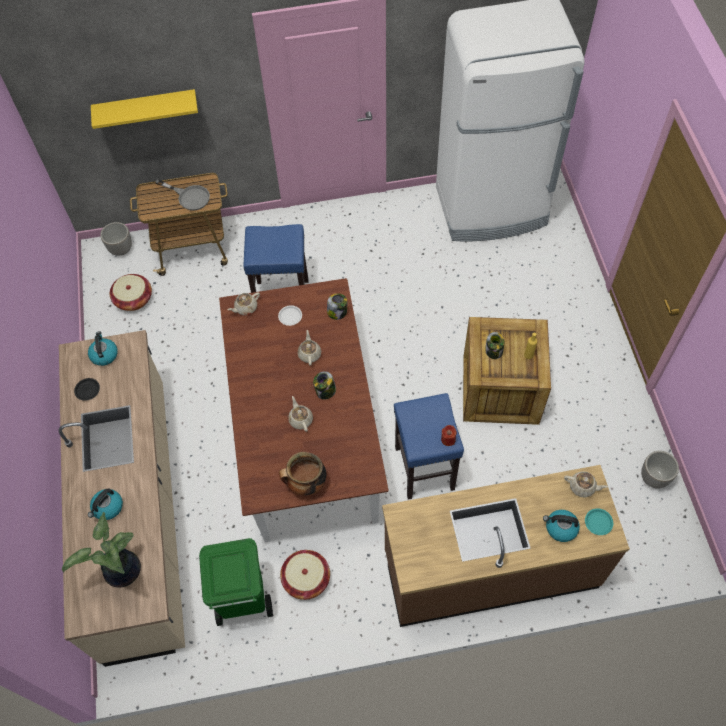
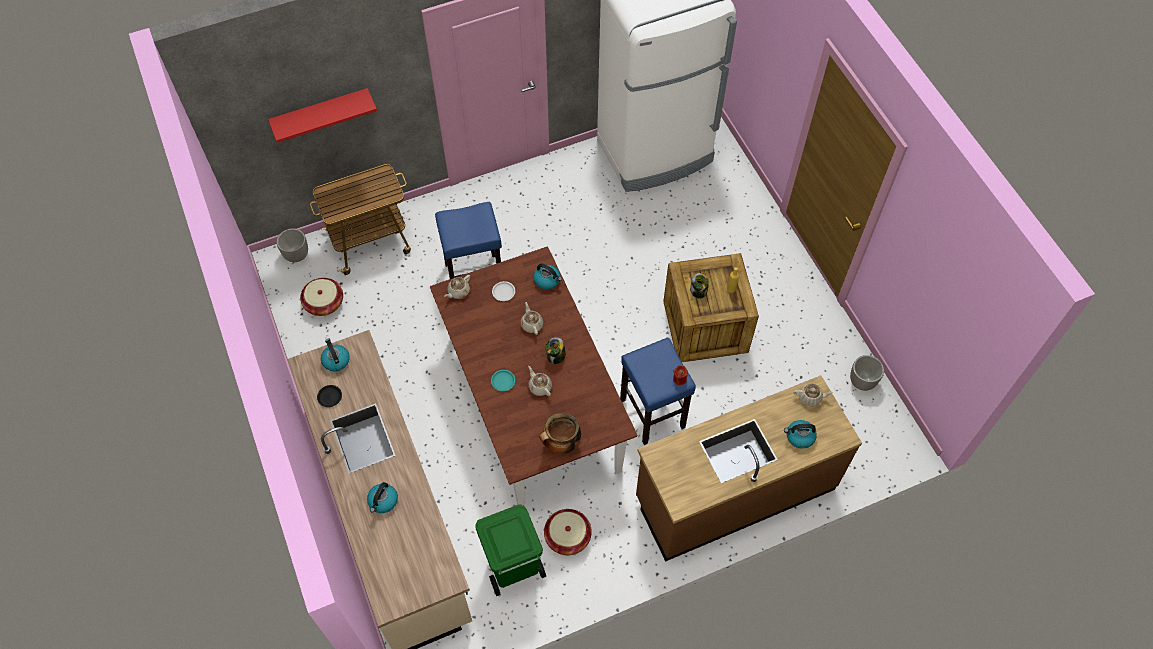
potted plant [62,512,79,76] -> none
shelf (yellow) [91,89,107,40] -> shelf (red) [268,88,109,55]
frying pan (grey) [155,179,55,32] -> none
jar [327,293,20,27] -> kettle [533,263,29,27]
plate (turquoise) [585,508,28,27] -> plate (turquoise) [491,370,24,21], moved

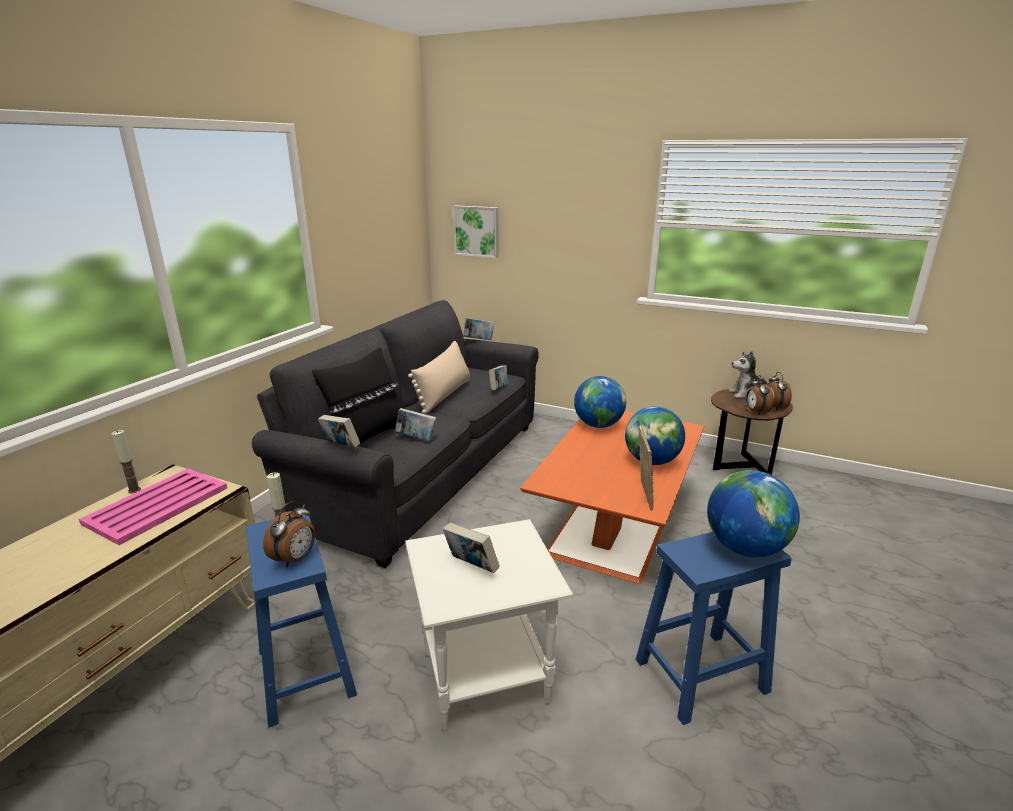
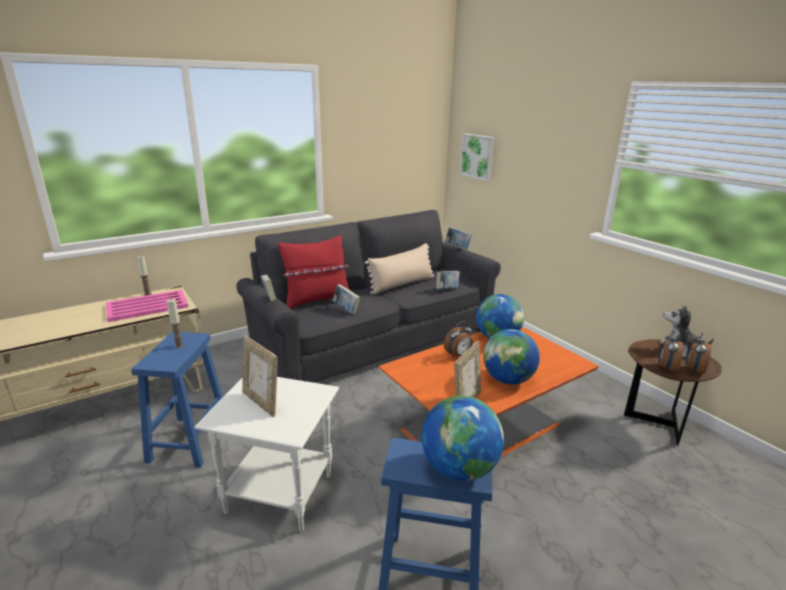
alarm clock [263,501,52,66] -> alarm clock [444,321,29,37], moved
pillow (black) [312,347,90,99] -> pillow (red) [278,236,72,73]
book [443,522,57,51] -> picture frame [242,335,36,82]

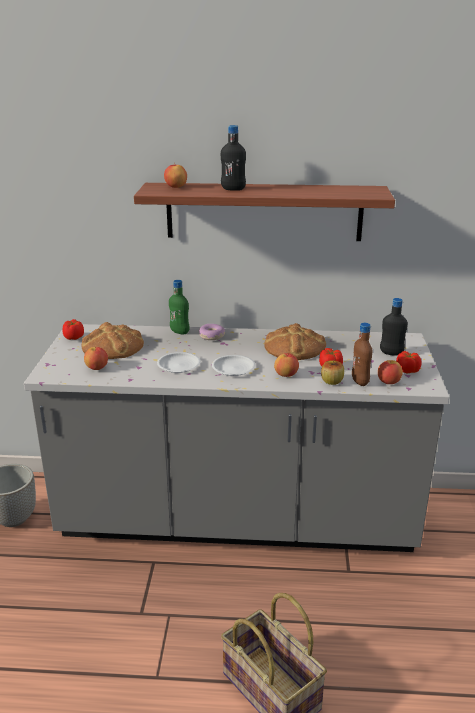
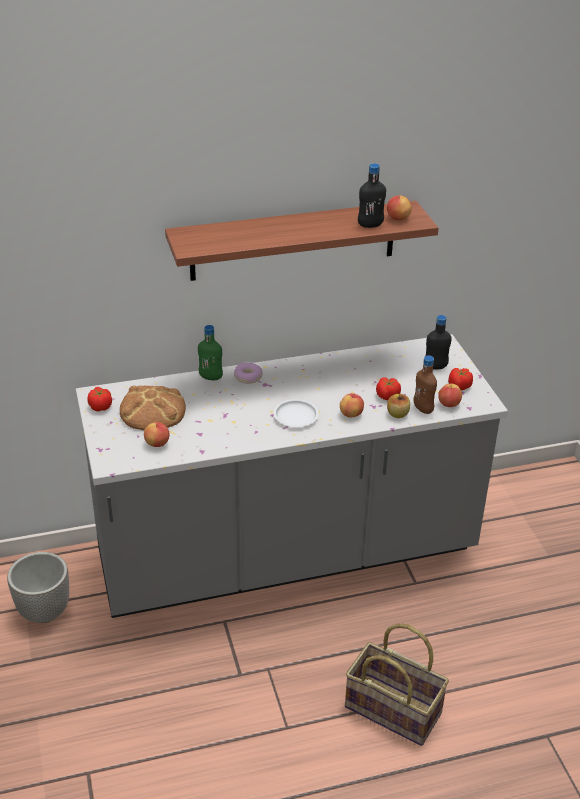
plate (white) [157,352,44,21] -> none
apple [164,162,23,26] -> apple [387,195,25,25], moved
bottle (black) [221,125,25,66] -> bottle (black) [358,163,28,65], moved
bread [264,323,62,37] -> none

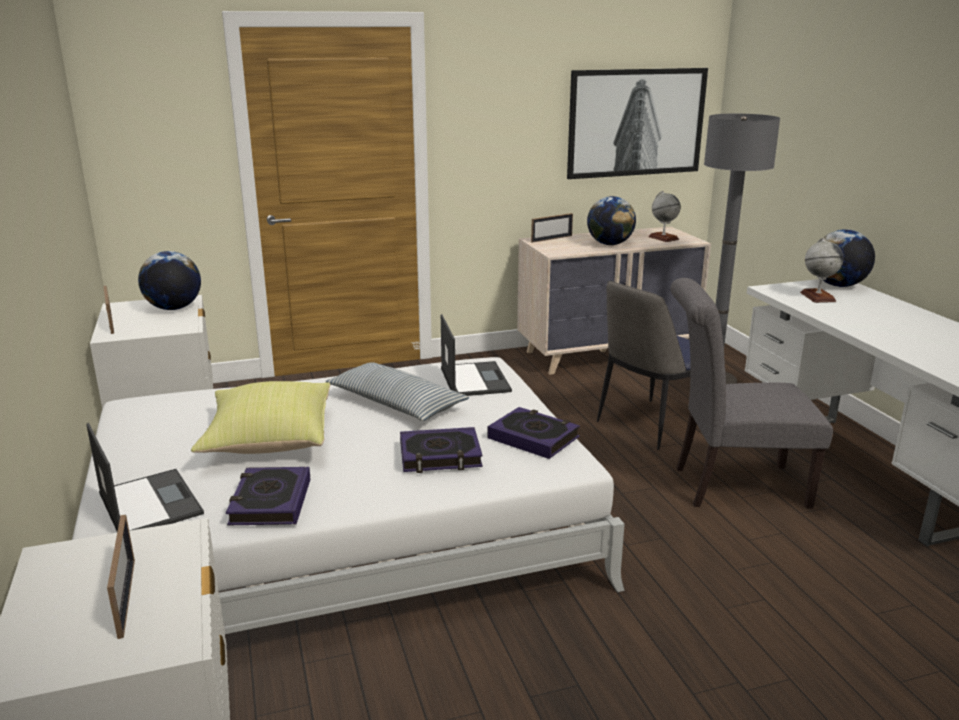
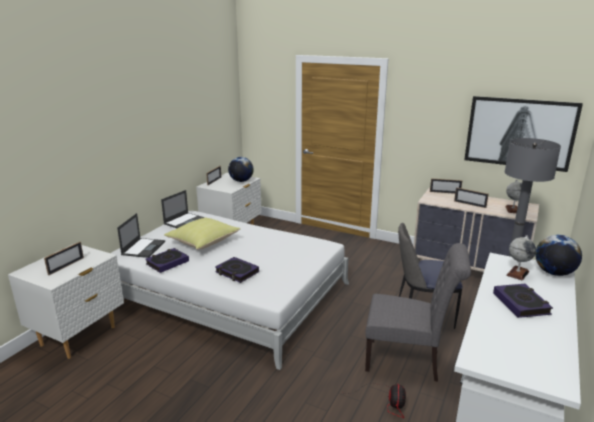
pillow [325,362,144,59] -> none
laptop [441,314,71,82] -> laptop [161,190,44,38], moved
book [488,407,92,52] -> book [493,284,60,34], moved
globe [587,196,49,49] -> picture frame [454,187,35,21]
chair (grey) [670,278,163,231] -> chair (grey) [365,243,106,139], 150 degrees clockwise
none -> fan [347,383,59,35]

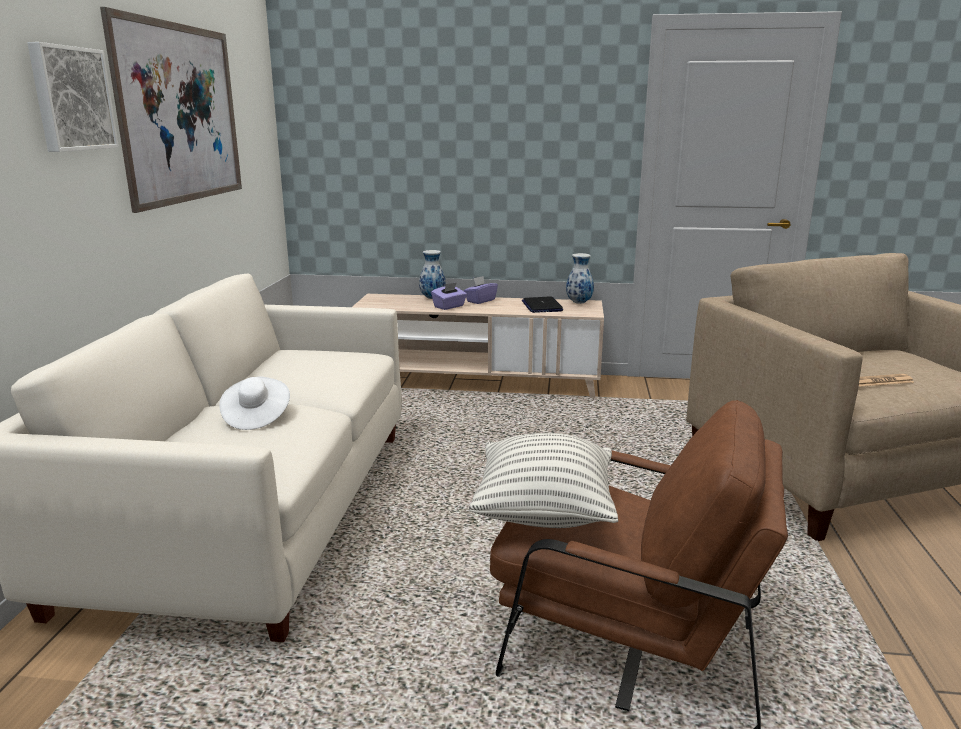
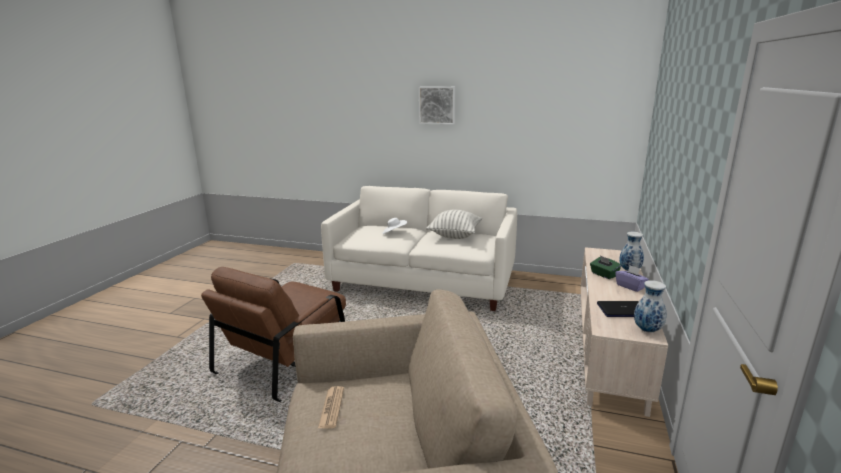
picture [100,7,142,206] -> none
tissue box (purple) [431,282,36,28] -> tissue box (green) [590,256,31,23]
pillow [469,433,149,95] -> pillow [426,210,56,29], moved

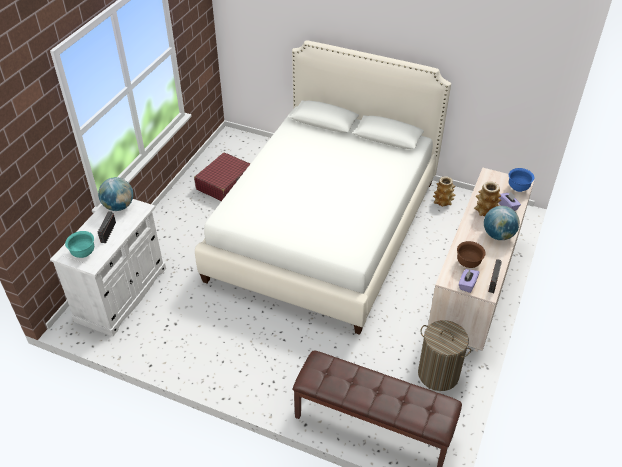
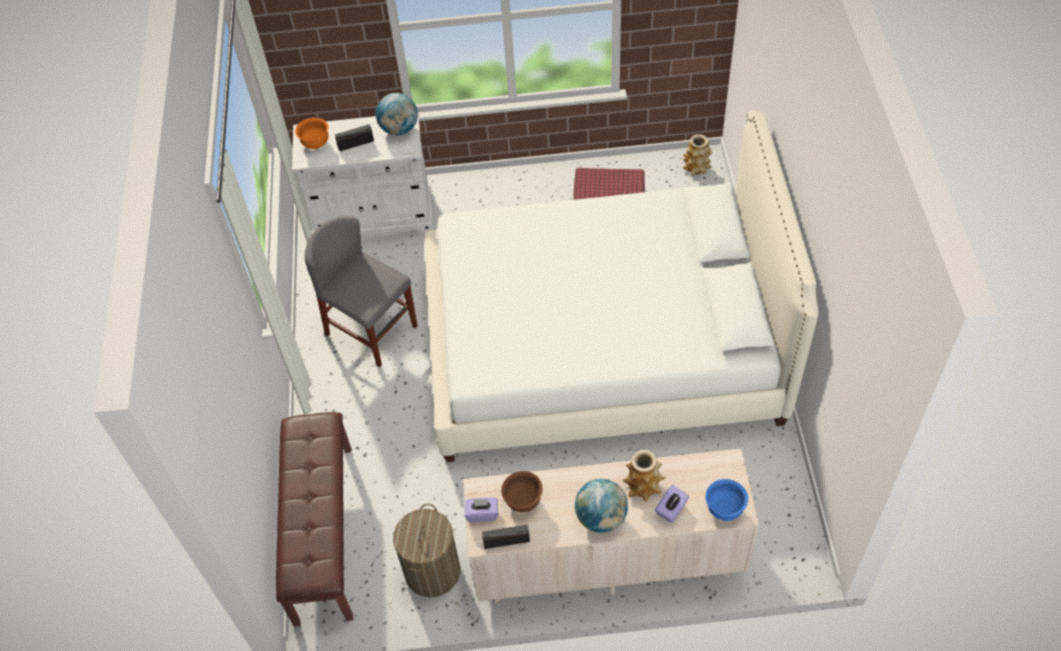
bowl (turquoise) [65,231,29,27] -> bowl (orange) [295,117,34,32]
vase [433,176,23,31] -> vase [683,134,29,41], moved
none -> chair (grey) [305,216,113,151]

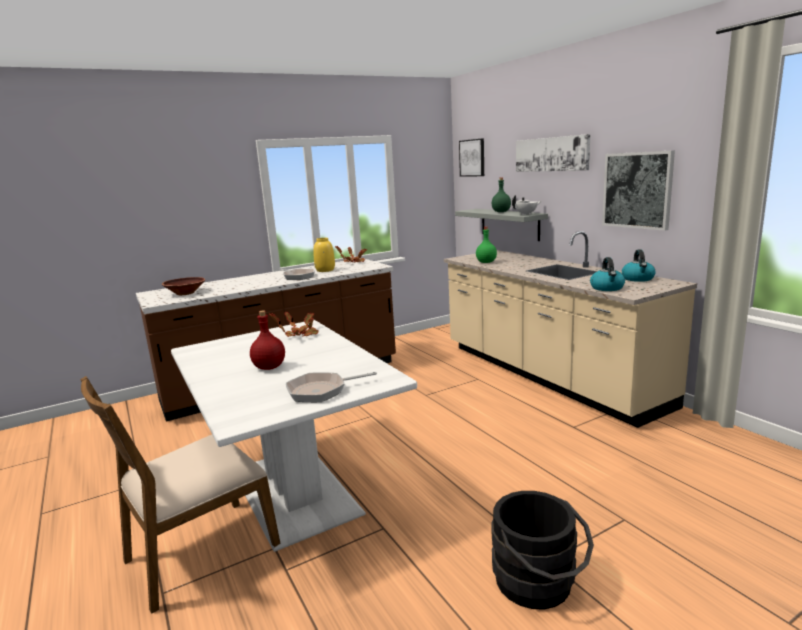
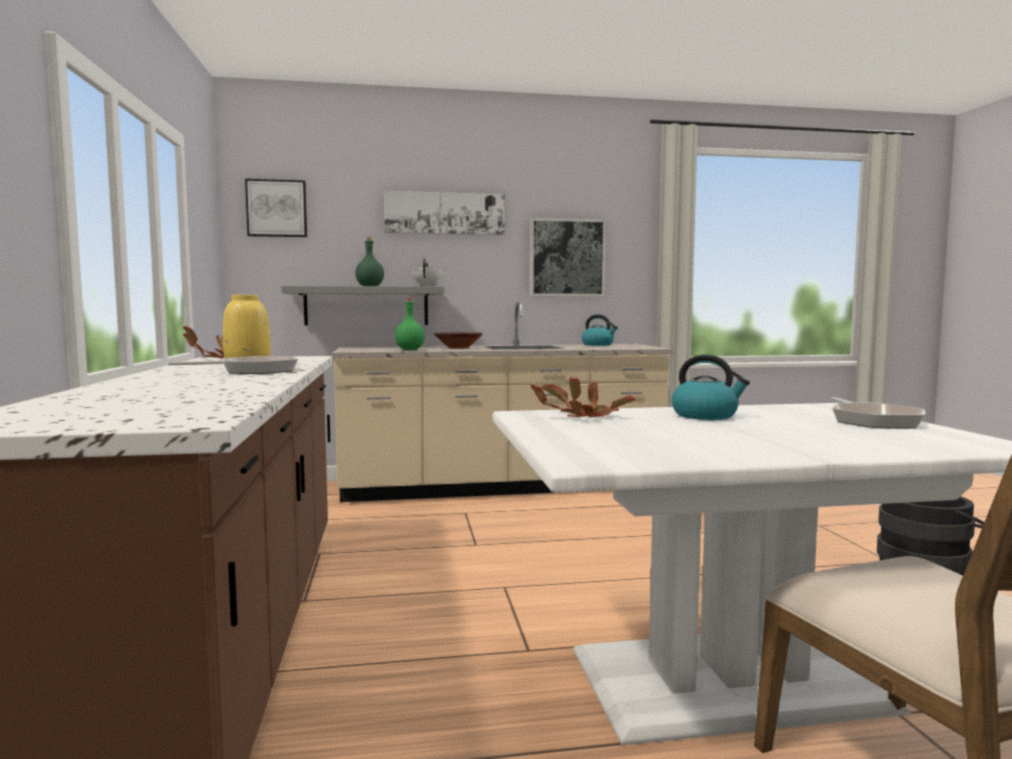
bowl (brown) [162,277,43,18] -> bowl (brown) [433,332,50,17], moved
bottle (red) [250,310,35,60] -> none
kettle [590,257,35,34] -> kettle [672,354,78,66], moved

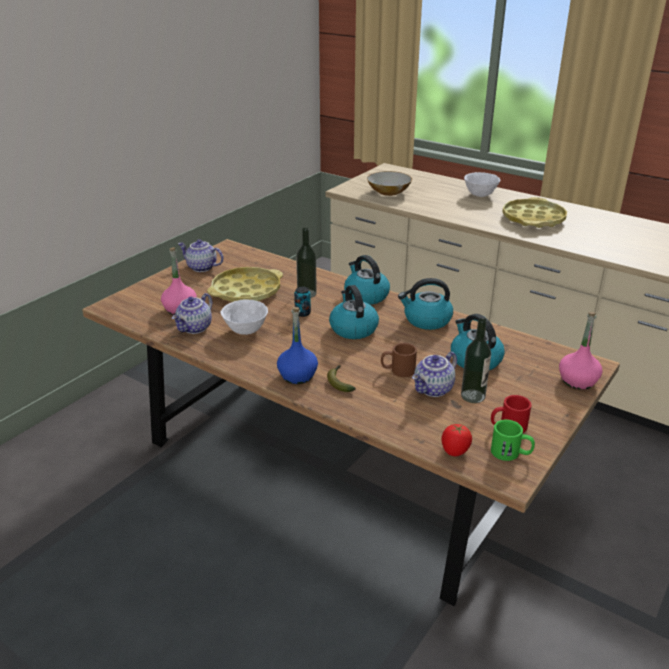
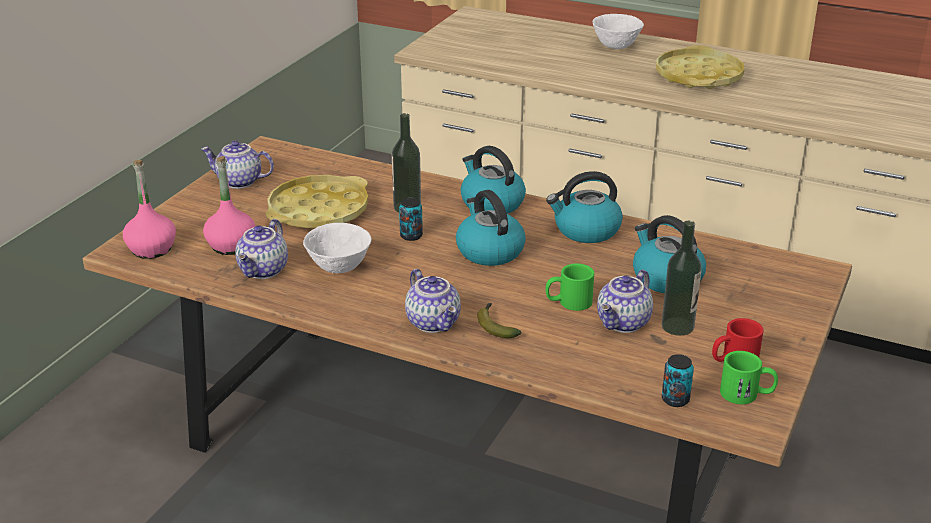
bottle (blue) [277,307,41,77] -> teapot [405,269,56,64]
bowl [367,171,45,25] -> none
mug (brown) [381,343,36,34] -> mug (green) [546,263,48,48]
tomato [442,424,30,32] -> can [662,354,32,53]
bottle (pink) [559,312,44,78] -> bottle (pink) [123,160,53,99], moved

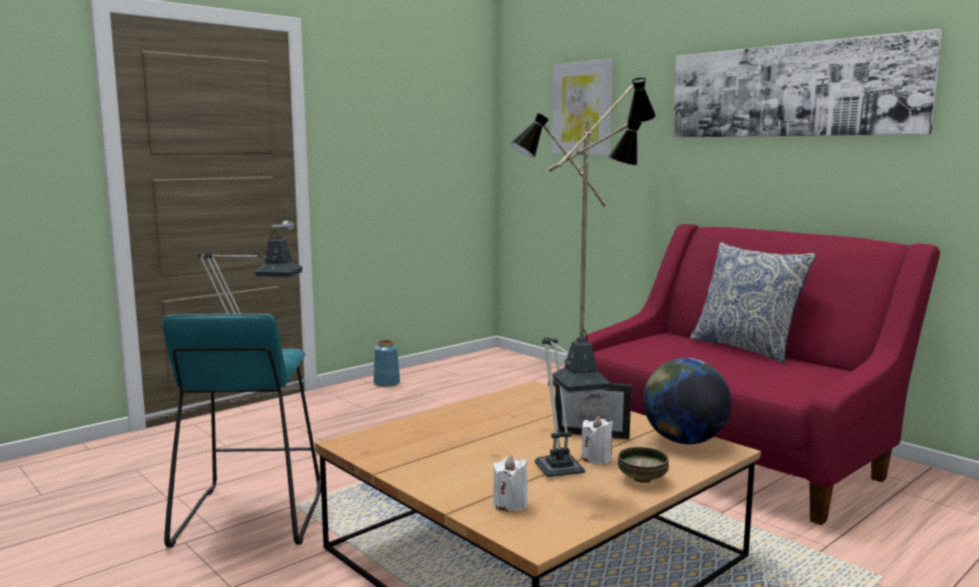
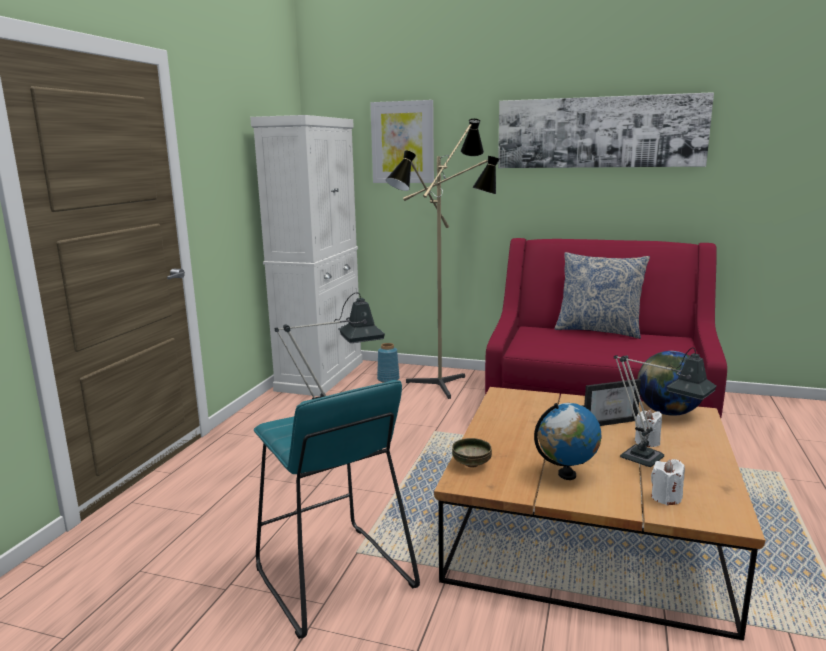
vase (blue) [373,340,27,47] -> vase (blue) [377,343,23,40], moved
bowl [618,447,51,36] -> bowl [452,438,40,30], moved
none -> cabinet (white) [250,115,113,281]
none -> globe [534,403,68,77]

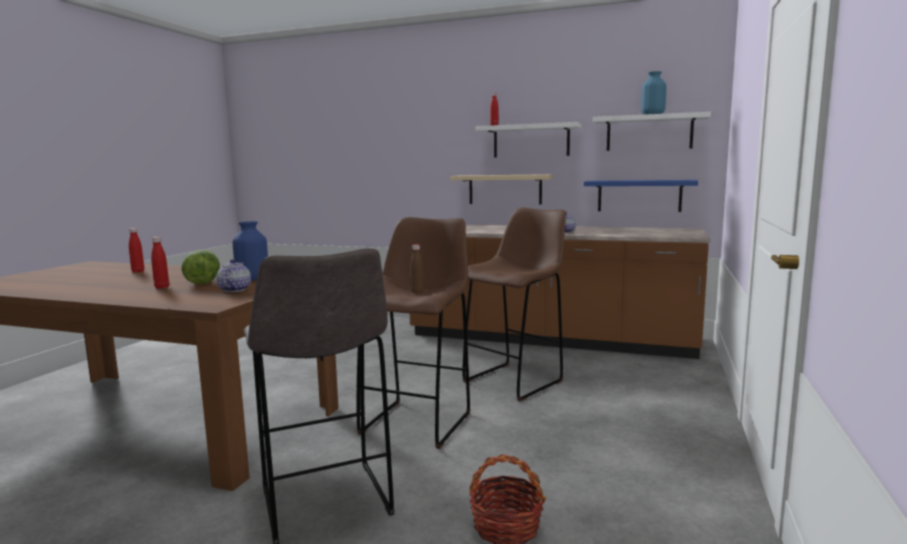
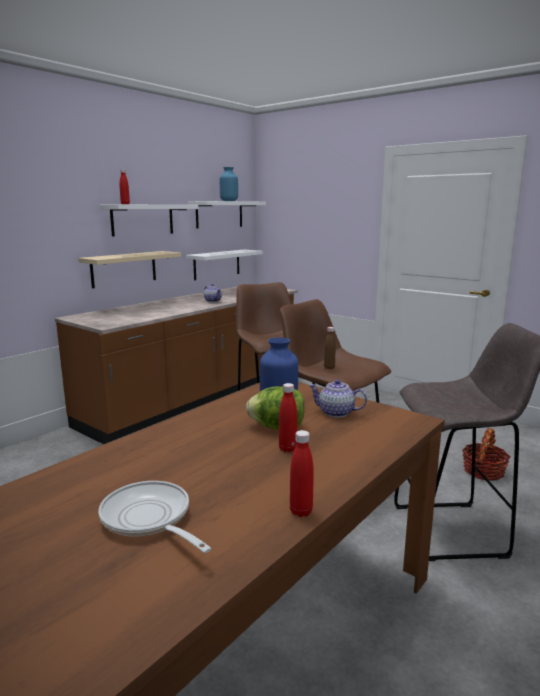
bottle (red) [129,228,15,44] -> bottle (red) [290,430,24,87], moved
shelf (blue) [584,180,114,32] -> shelf (white) [186,250,77,30]
none -> frying pan [98,481,113,72]

